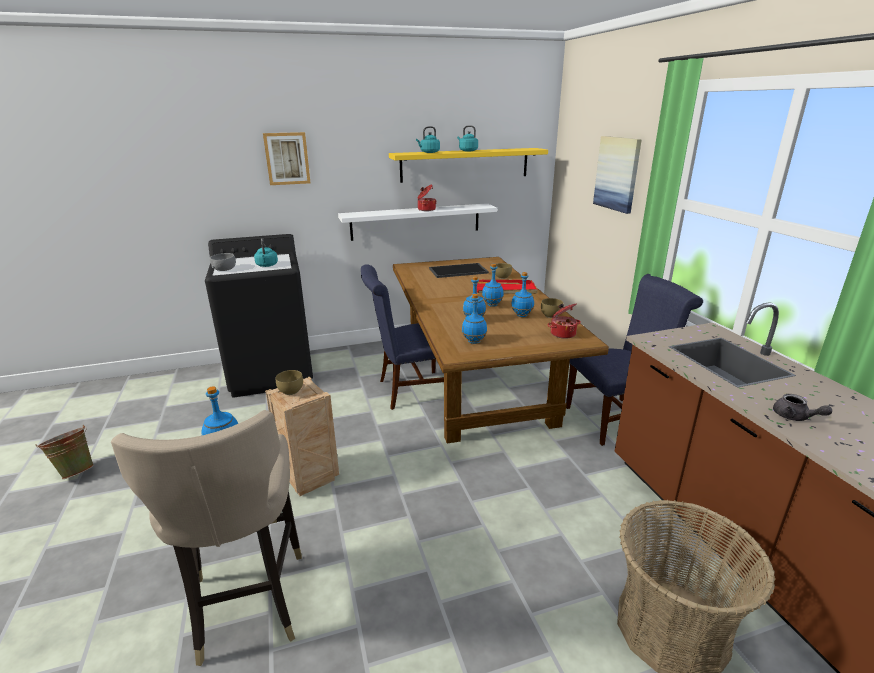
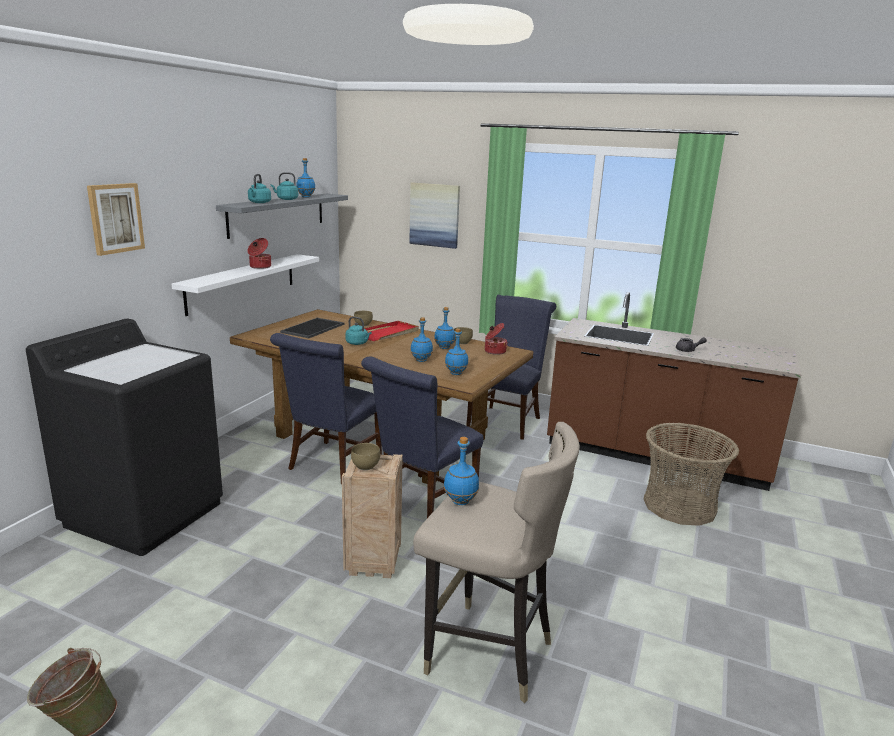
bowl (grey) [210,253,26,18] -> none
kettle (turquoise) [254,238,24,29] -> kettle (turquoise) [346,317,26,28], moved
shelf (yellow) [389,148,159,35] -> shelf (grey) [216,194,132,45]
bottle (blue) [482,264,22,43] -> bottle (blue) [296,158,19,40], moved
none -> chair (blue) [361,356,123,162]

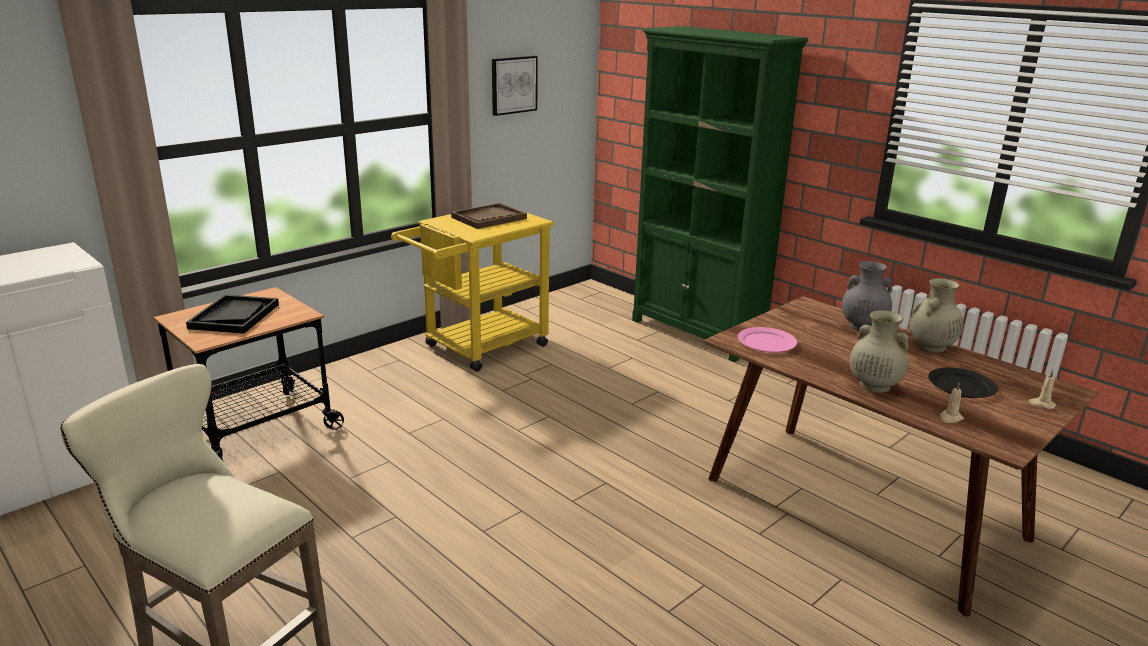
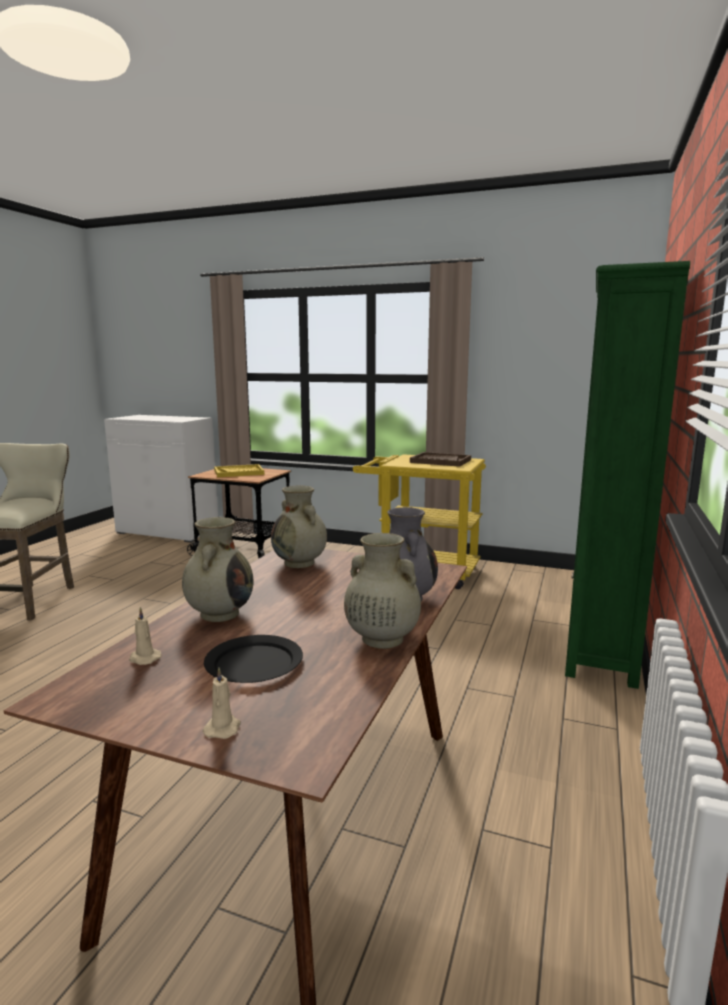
tray (black) [186,294,93,40] -> tray (yellow) [214,464,50,13]
picture [492,56,46,60] -> none
plate (pink) [738,327,59,26] -> vase (beige) [271,486,56,82]

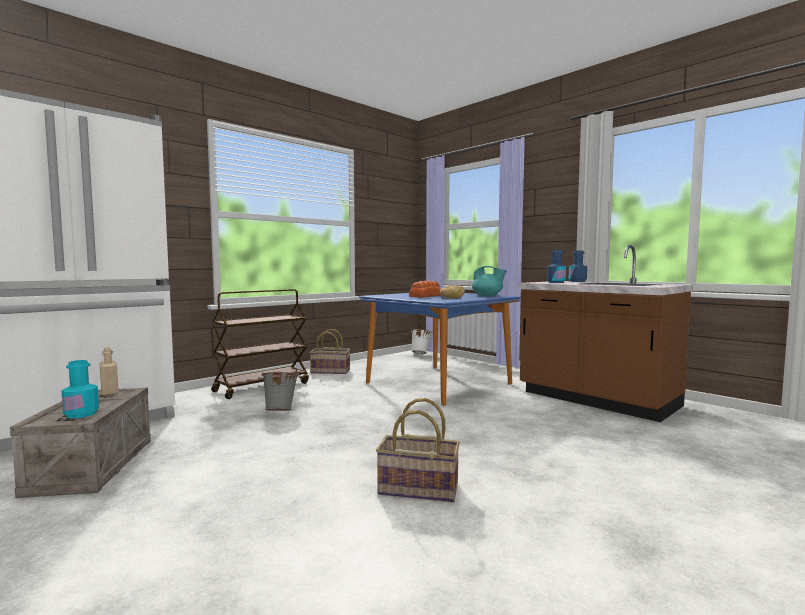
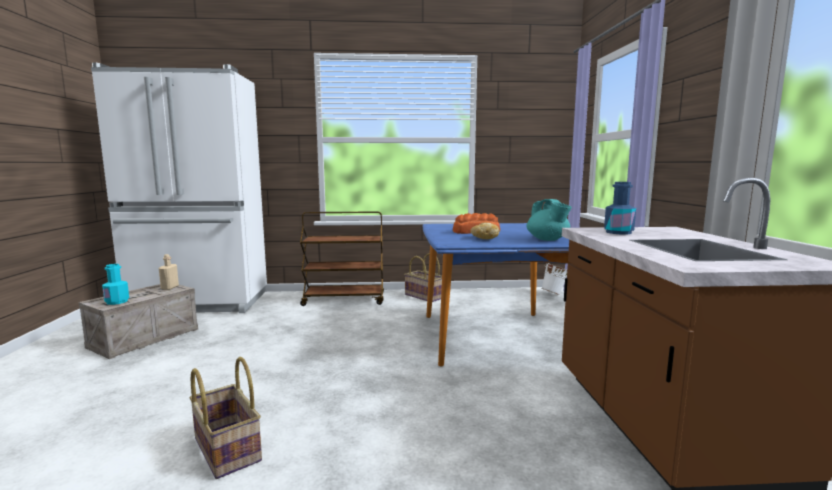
bucket (grey) [261,372,38,39] -> none
bottle (blue) [569,251,18,31] -> none

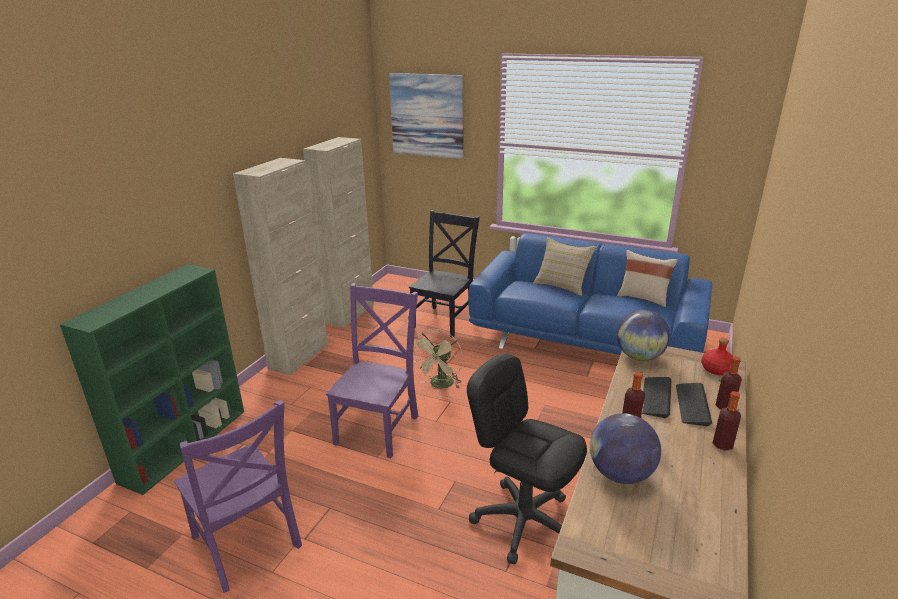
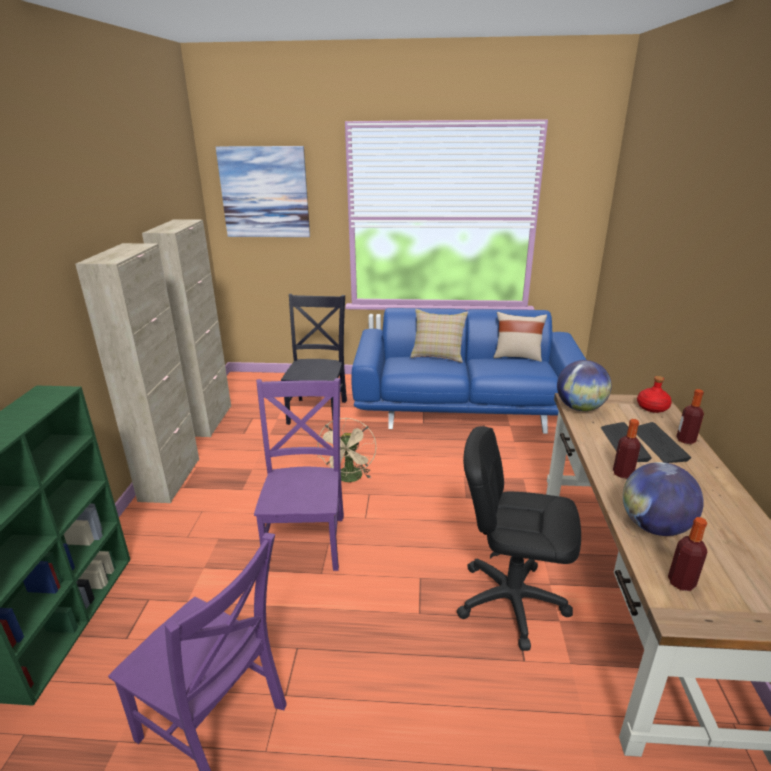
bottle [713,391,28,60] -> bottle [668,517,39,74], moved

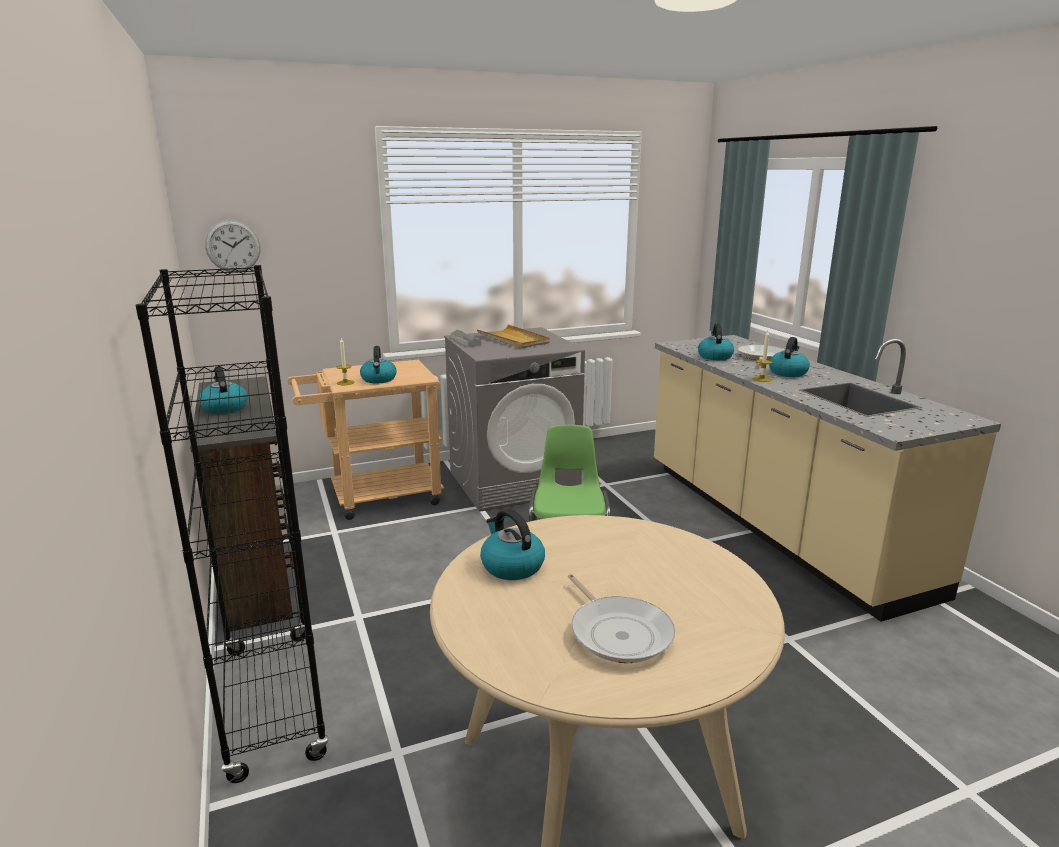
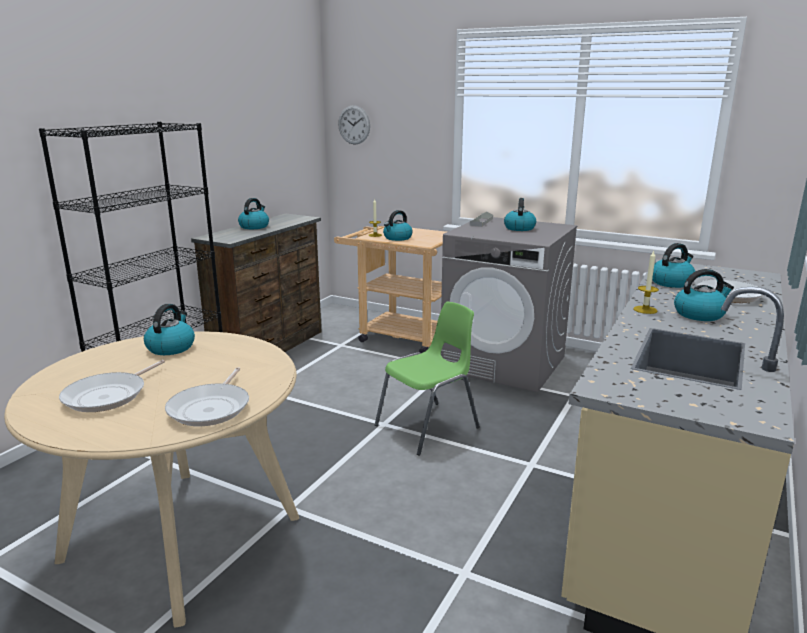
tray (beige) [477,325,73,24] -> kettle [504,198,32,33]
none -> frying pan [165,367,84,59]

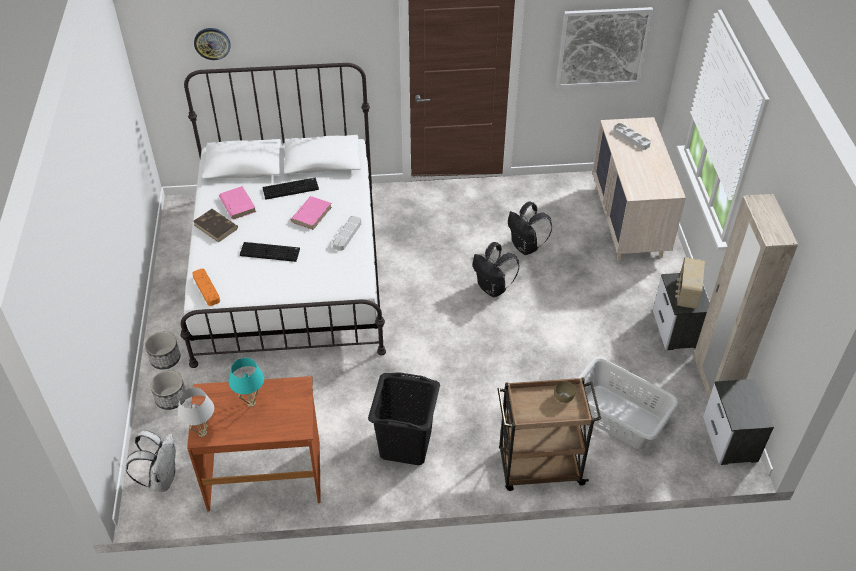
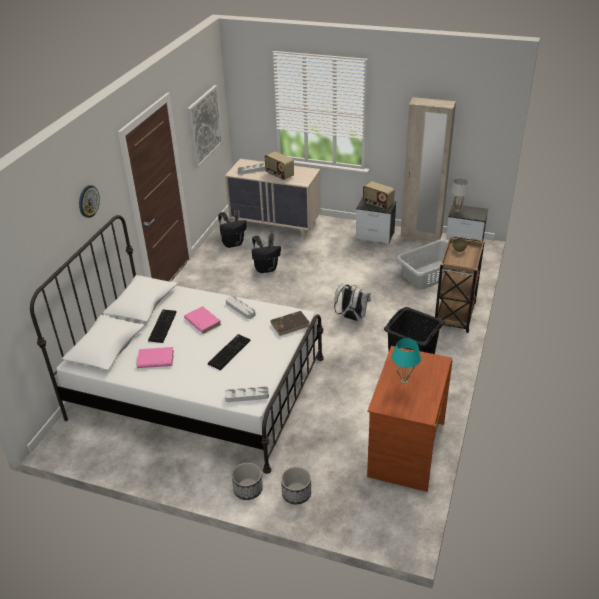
backpack (white) [126,430,50,62] -> backpack (white) [334,284,36,37], moved
table lamp (white) [178,388,36,49] -> table lamp (white) [450,178,20,34], moved
tray (orange) [192,269,28,37] -> tray (grey) [225,386,44,16]
book (brown) [193,209,45,34] -> book (brown) [271,311,39,25], moved
wall clock [194,28,37,32] -> wall clock [79,185,21,33], moved
backpack (black) [473,242,47,55] -> backpack (black) [218,210,29,38], moved
none -> radio [264,151,30,29]

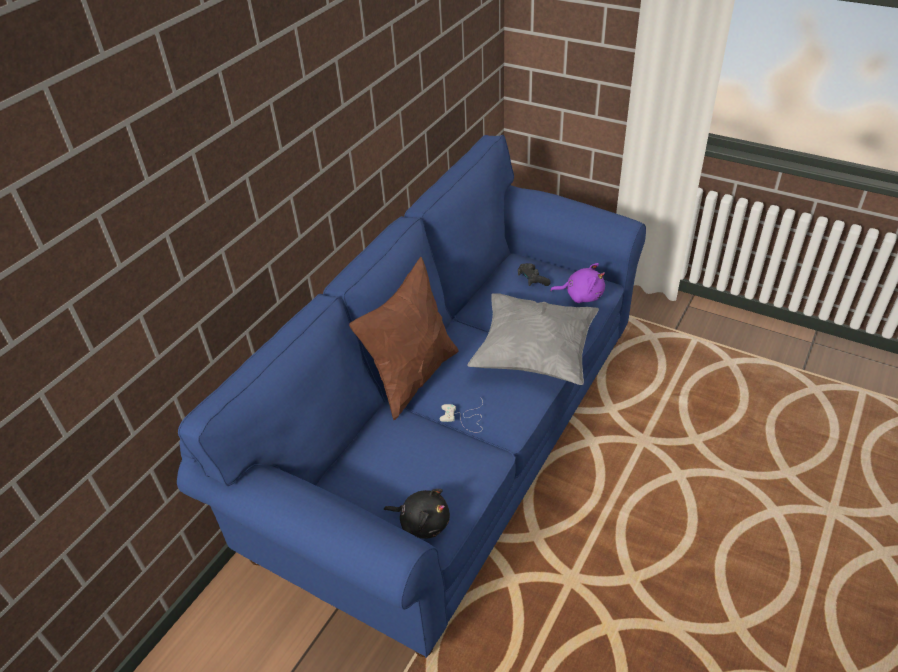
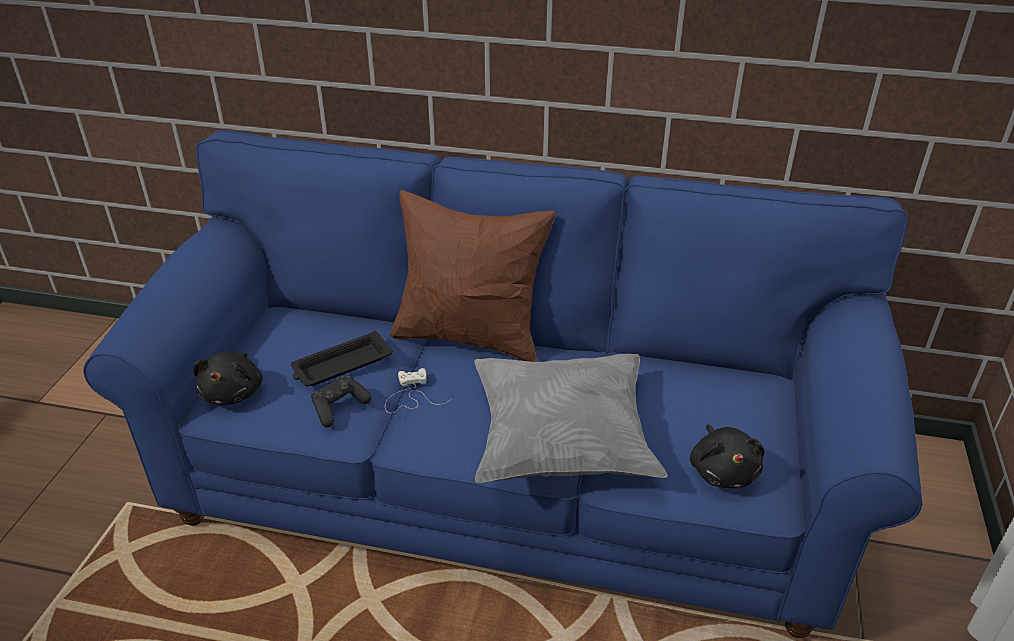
game controller (black) [518,263,33,23] -> game controller (black) [311,375,61,52], moved
plush toy (purple) [550,263,55,40] -> plush toy (black) [690,424,75,64]
none -> tray (black) [291,331,102,55]

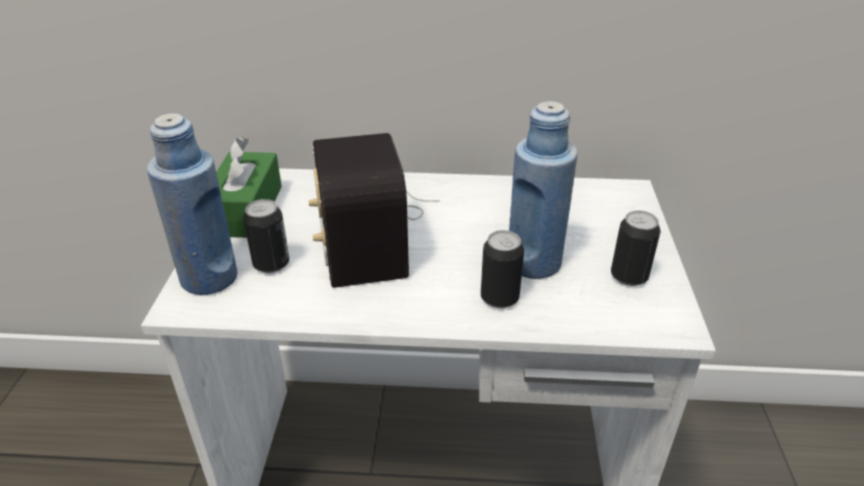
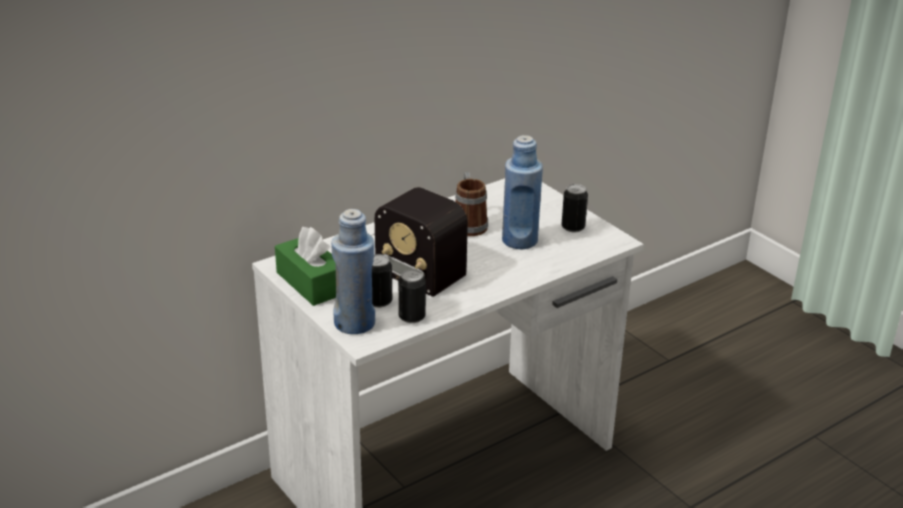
can [481,230,43,78] -> can [398,269,28,54], moved
none -> mug [455,172,33,64]

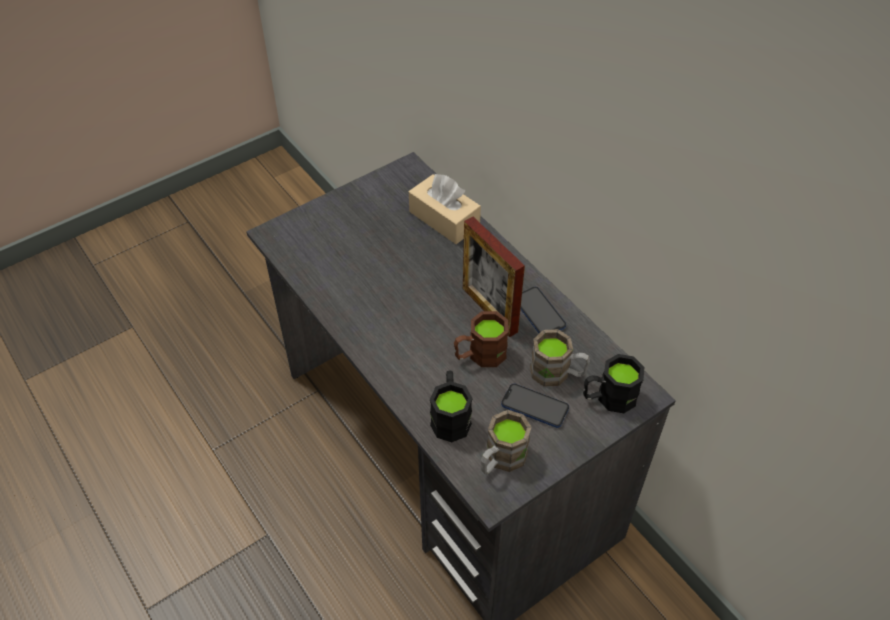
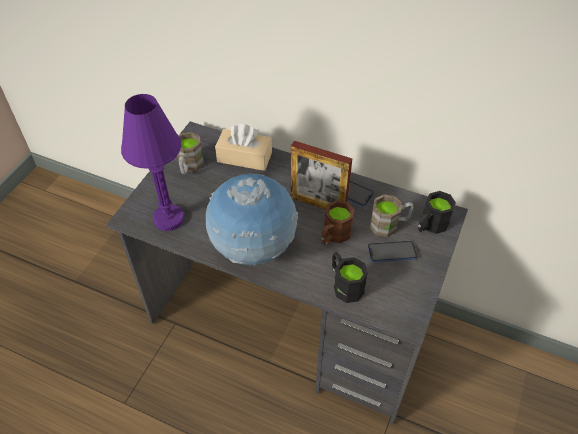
mug (brown) [481,410,51,64] -> mug (brown) [177,132,27,43], moved
none -> table lamp (purple) [121,94,63,137]
none -> globe [206,174,92,92]

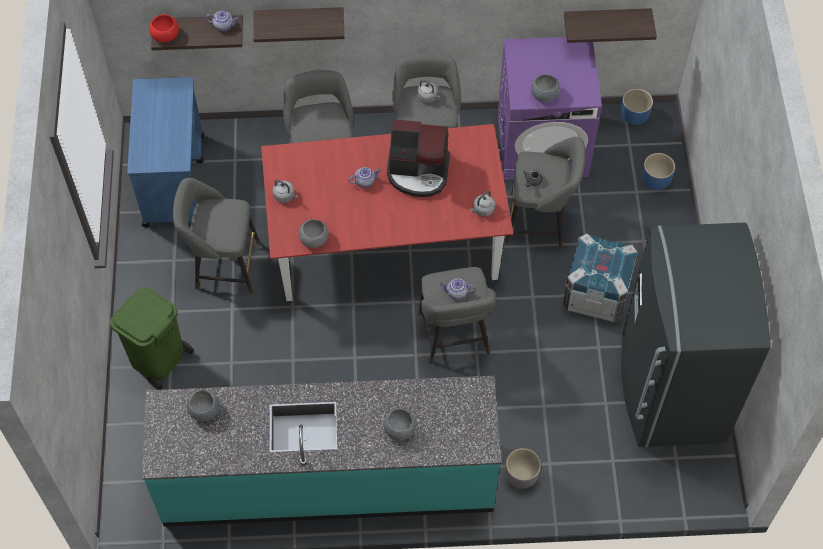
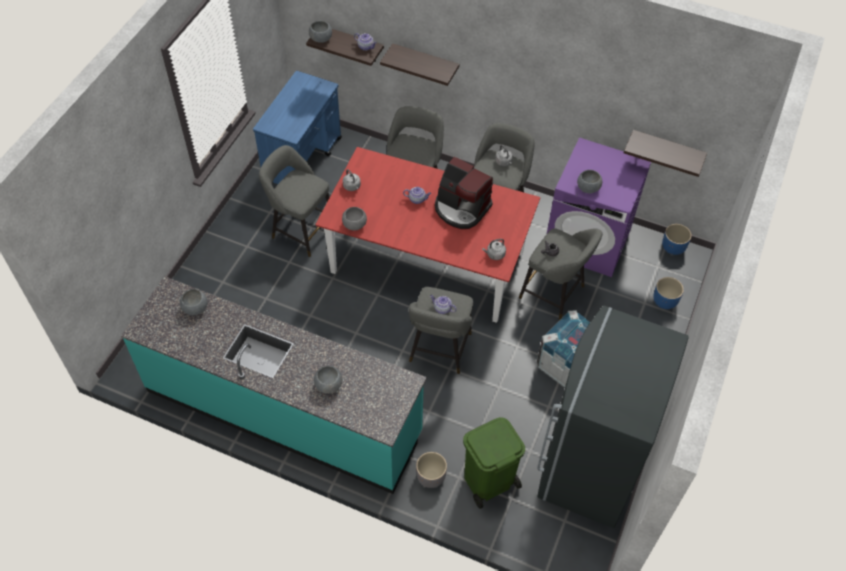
trash can (green) [110,287,84,102] -> trash can (green) [463,417,62,92], moved
bowl (red) [149,14,30,28] -> bowl (grey) [309,21,23,22]

